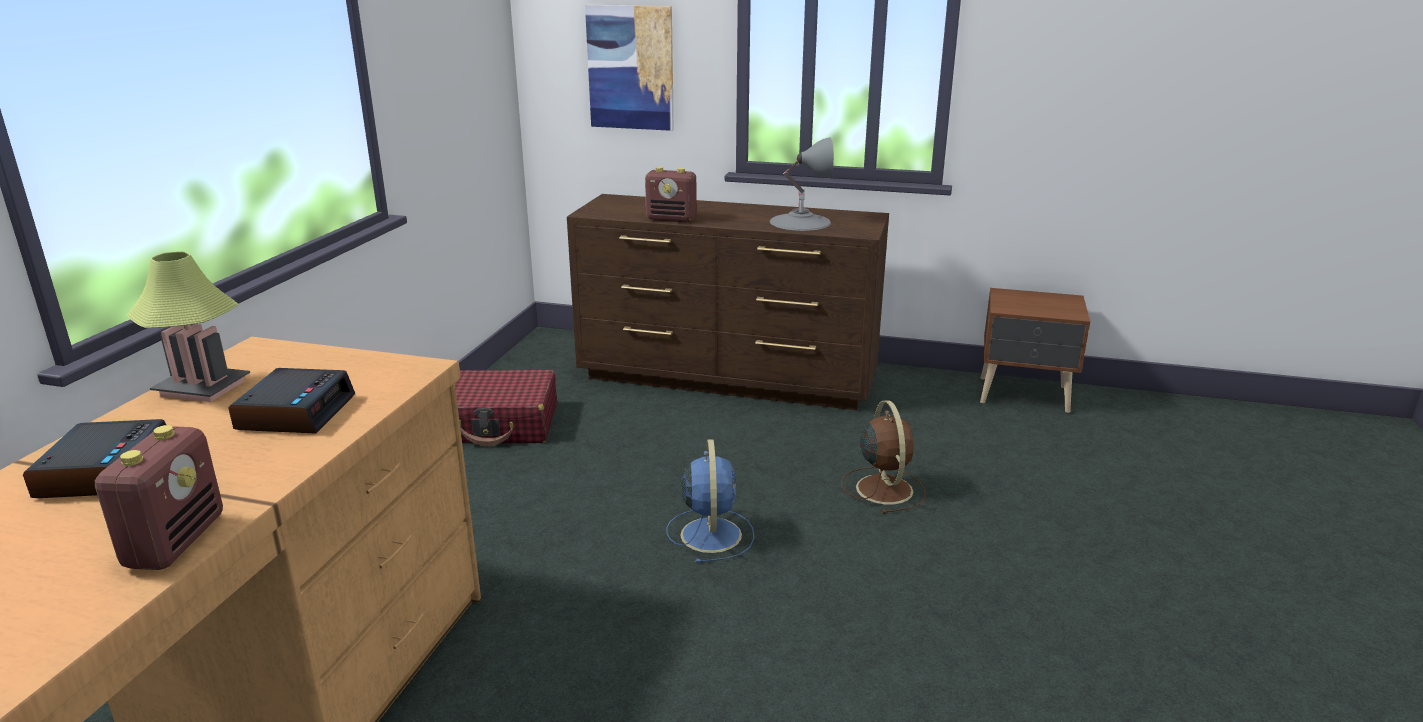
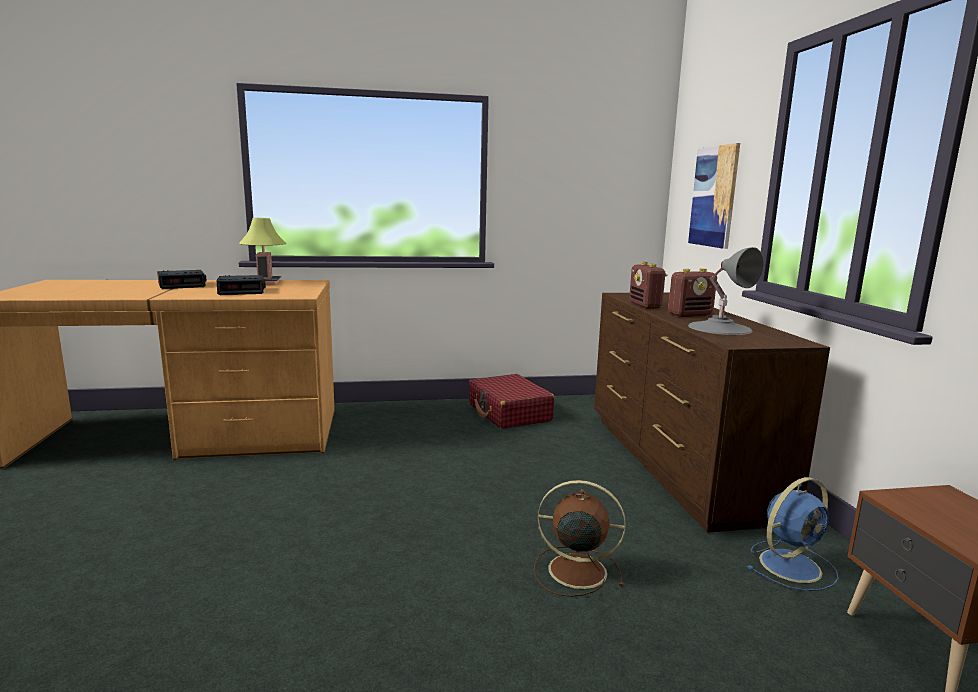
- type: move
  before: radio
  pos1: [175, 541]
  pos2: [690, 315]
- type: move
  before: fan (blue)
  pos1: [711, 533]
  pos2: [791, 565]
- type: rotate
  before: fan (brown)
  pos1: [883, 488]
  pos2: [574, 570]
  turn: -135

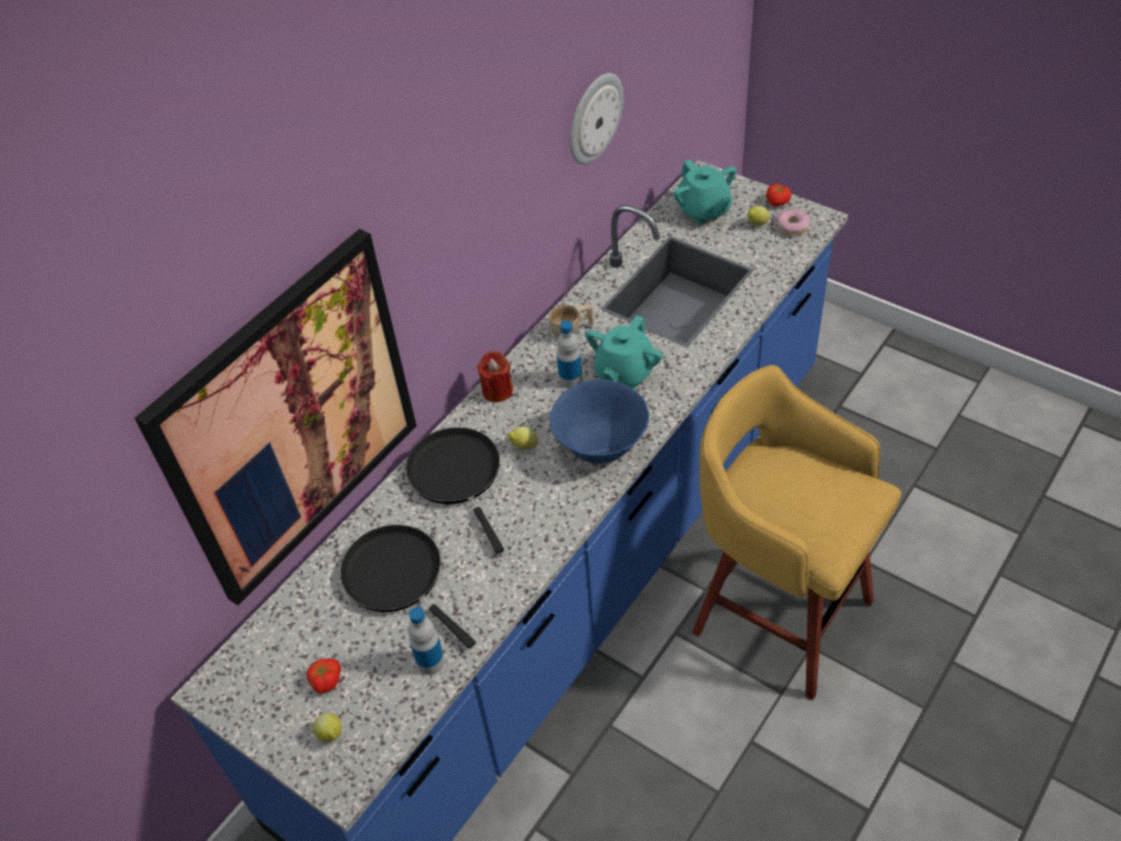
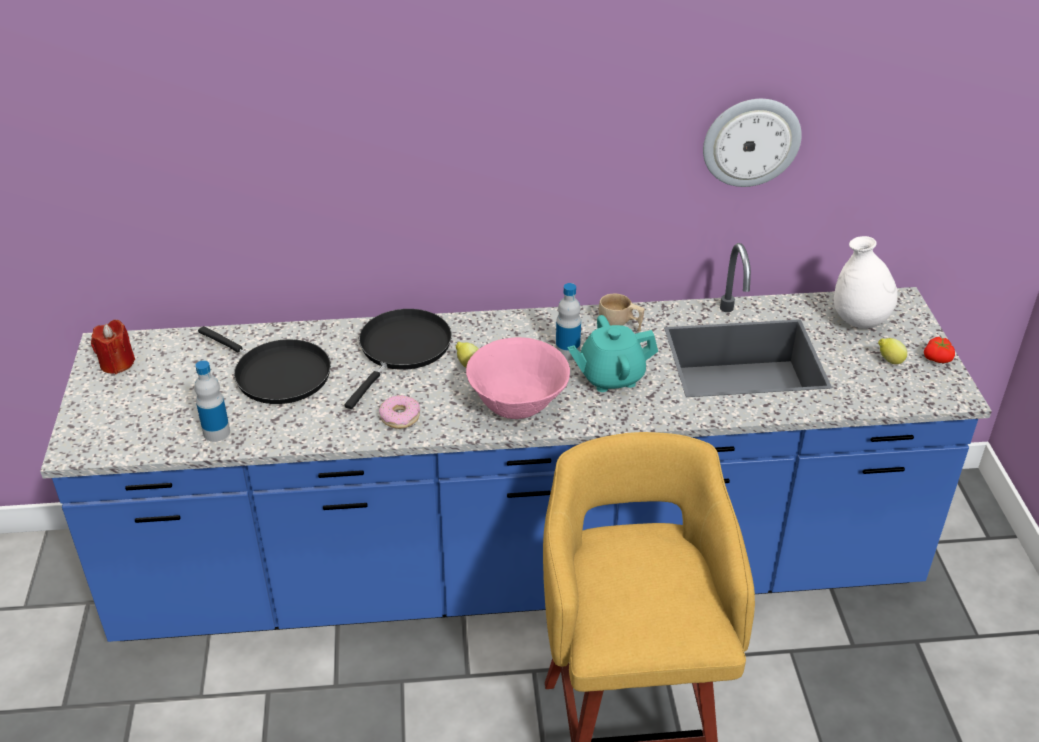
- type: delete
  before: picture
  pos1: [291, 419]
- type: delete
  before: tomato
  pos1: [325, 680]
- type: delete
  before: lemon
  pos1: [331, 735]
- type: move
  before: candle (red)
  pos1: [497, 391]
  pos2: [117, 363]
- type: move
  before: donut
  pos1: [792, 226]
  pos2: [400, 417]
- type: replace
  before: teapot (turquoise)
  after: vase (white)
  pos1: [703, 210]
  pos2: [859, 322]
- type: recolor
  before: bowl (blue)
  after: bowl (pink)
  pos1: [601, 445]
  pos2: [518, 406]
- type: rotate
  before: frying pan (black)
  pos1: [398, 578]
  pos2: [277, 374]
  turn: 120

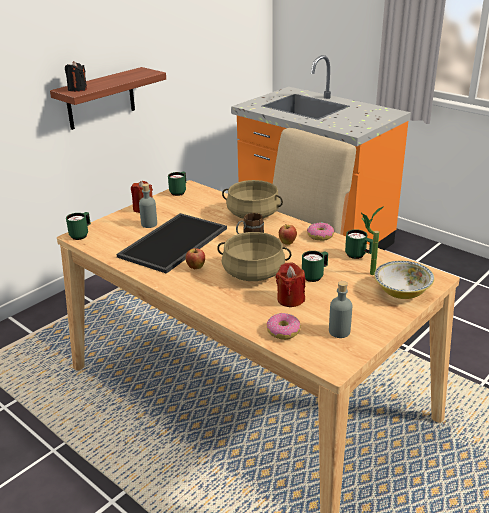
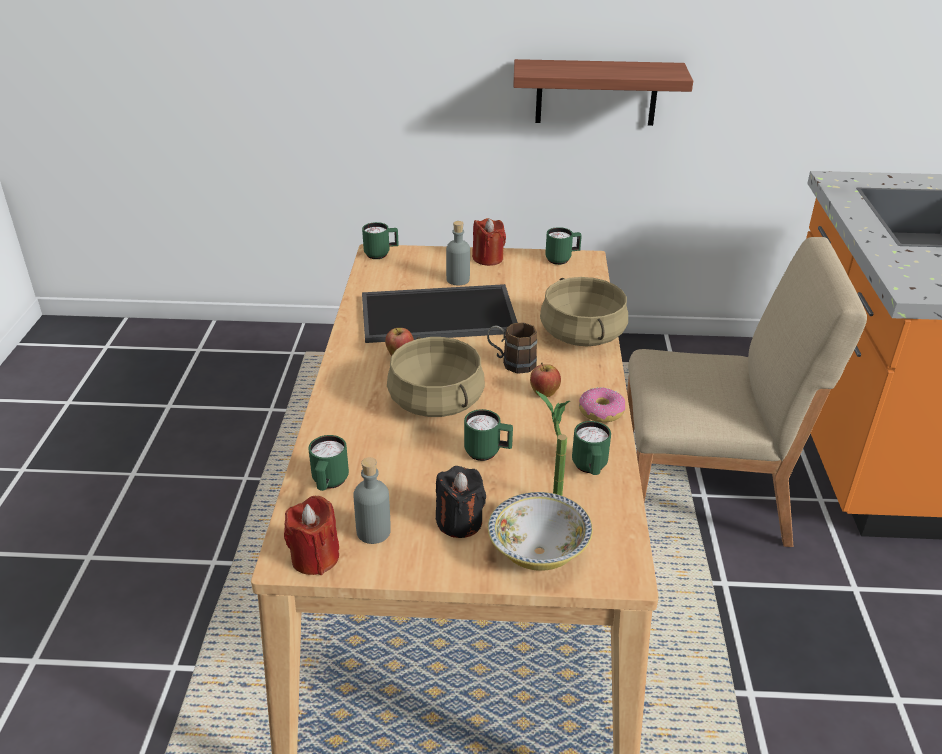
- type: move
  before: candle (black)
  pos1: [77, 89]
  pos2: [459, 522]
- type: move
  before: candle (red)
  pos1: [290, 299]
  pos2: [315, 557]
- type: replace
  before: donut
  after: mug (green)
  pos1: [283, 331]
  pos2: [329, 483]

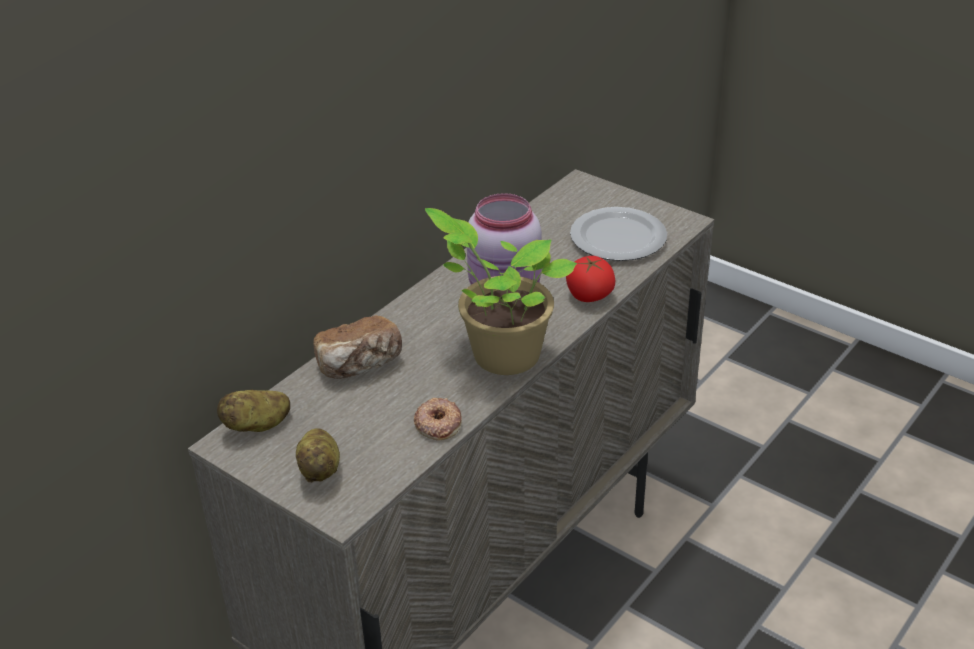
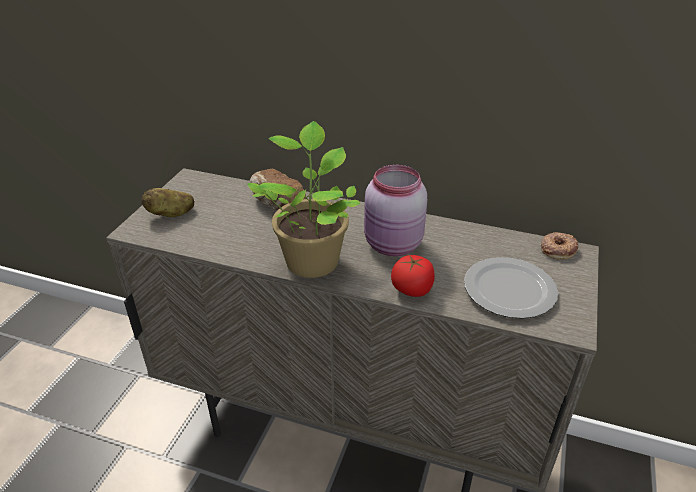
- type: delete
  before: potato
  pos1: [257, 425]
- type: move
  before: donut
  pos1: [438, 424]
  pos2: [557, 249]

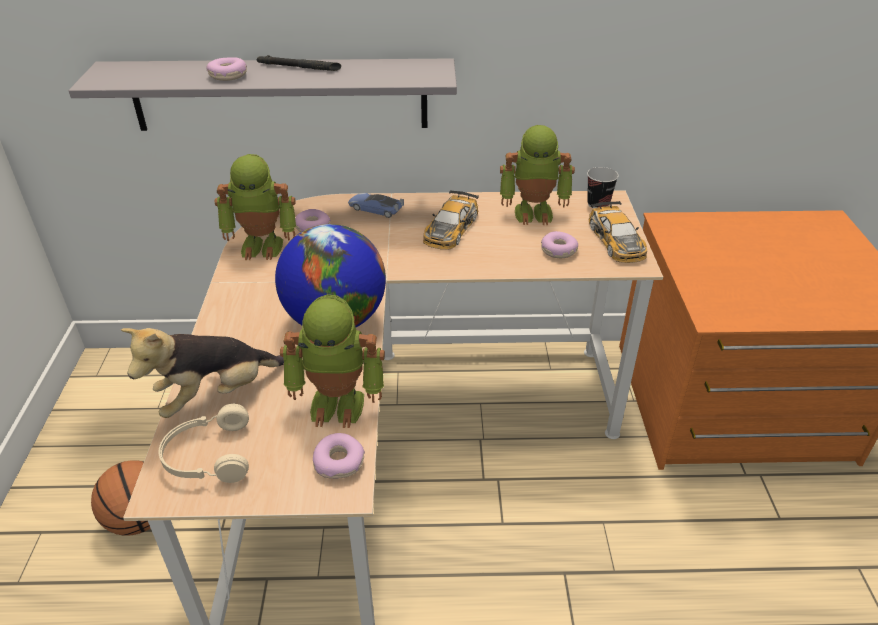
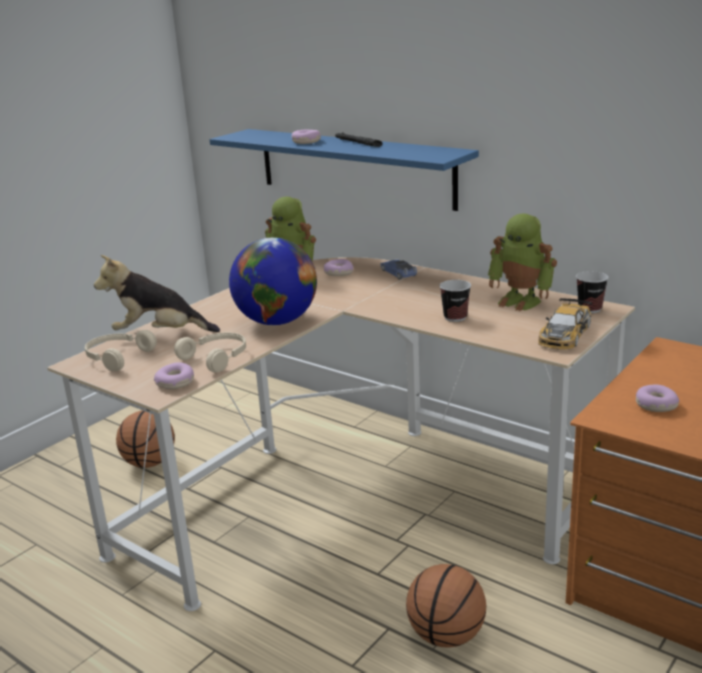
- type: delete
  before: toy car
  pos1: [450, 229]
- type: insert
  after: basketball
  pos2: [446, 635]
- type: insert
  after: cup
  pos2: [455, 317]
- type: move
  before: donut
  pos1: [558, 251]
  pos2: [655, 405]
- type: replace
  before: toy robot
  after: headphones (beige)
  pos1: [338, 402]
  pos2: [217, 358]
- type: recolor
  before: shelf (grey)
  after: shelf (blue)
  pos1: [280, 95]
  pos2: [354, 167]

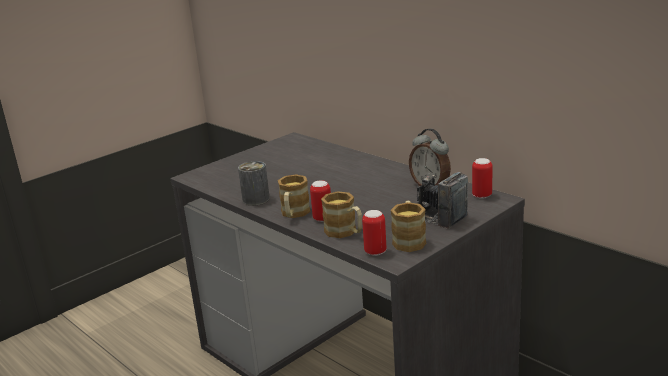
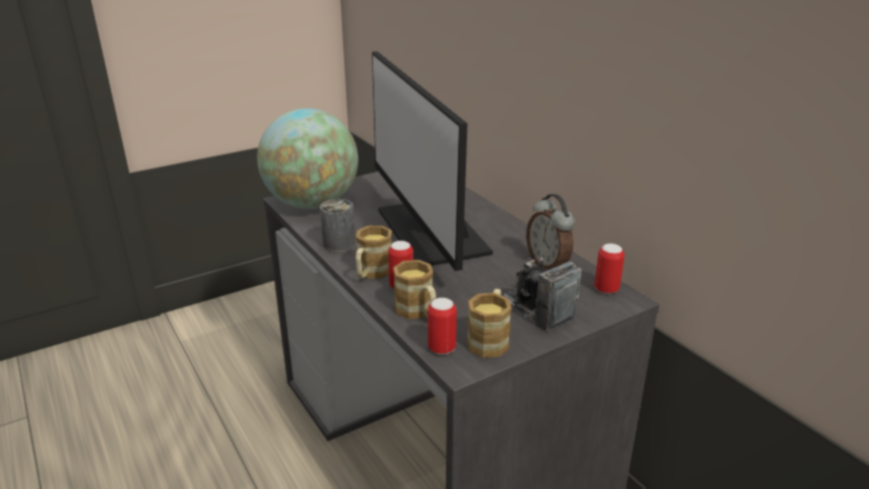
- type: insert
  after: globe
  pos2: [312, 204]
- type: insert
  after: monitor
  pos2: [429, 232]

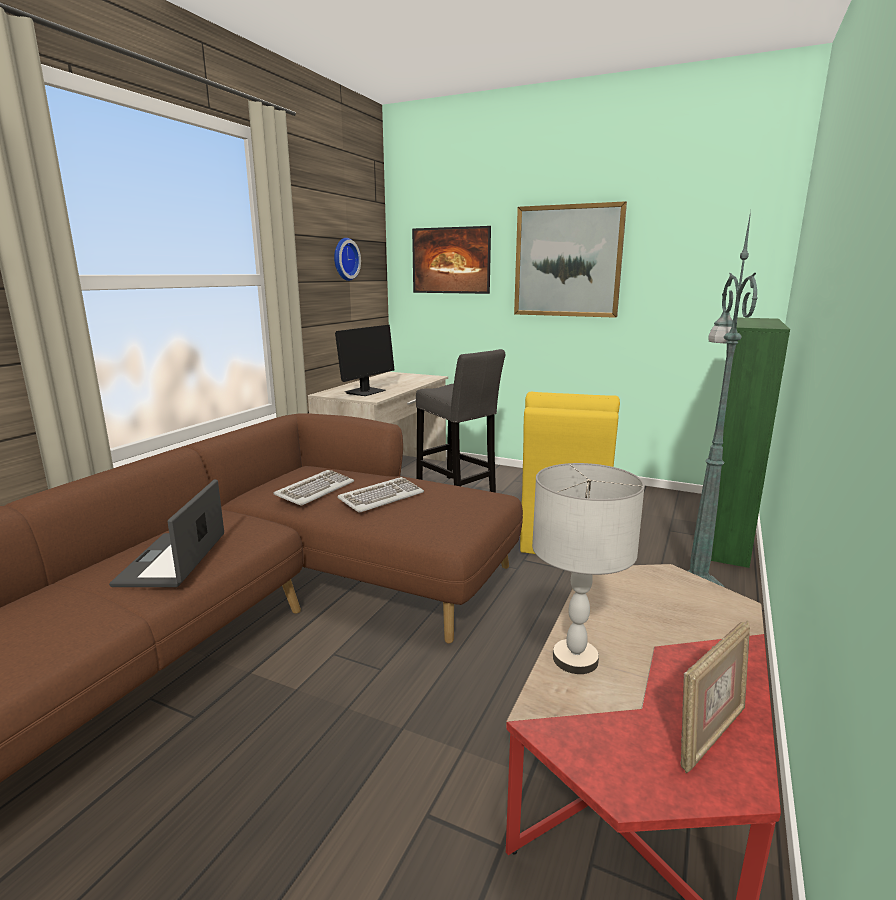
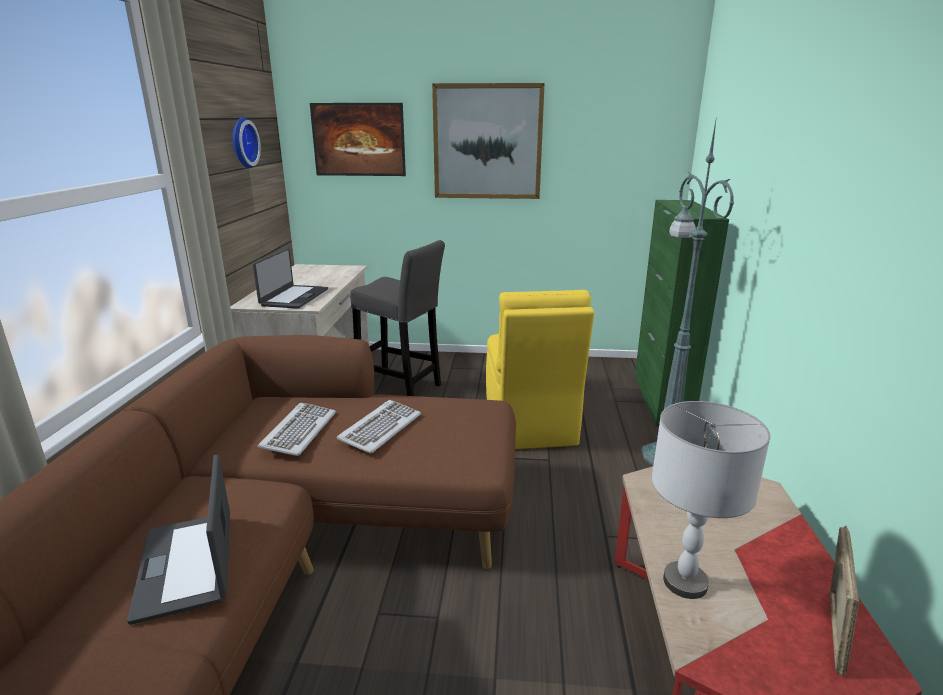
- type: replace
  before: monitor
  after: laptop
  pos1: [365, 392]
  pos2: [294, 297]

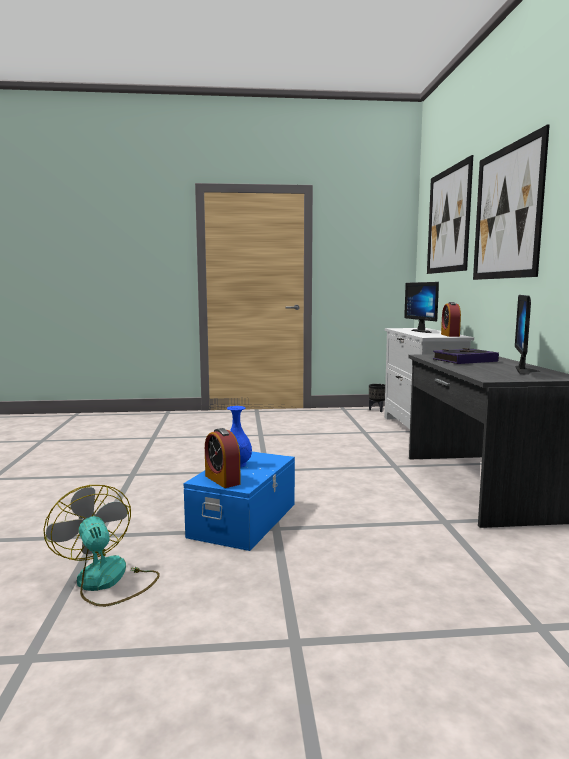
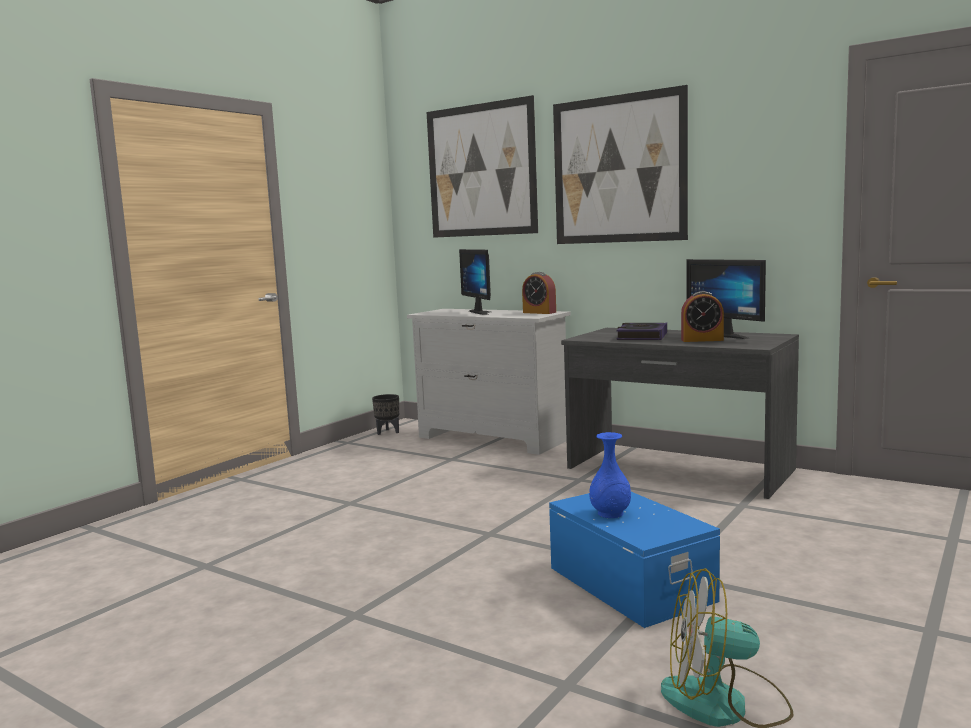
- type: move
  before: alarm clock
  pos1: [222, 480]
  pos2: [702, 340]
- type: rotate
  before: monitor
  pos1: [424, 331]
  pos2: [483, 312]
  turn: 45

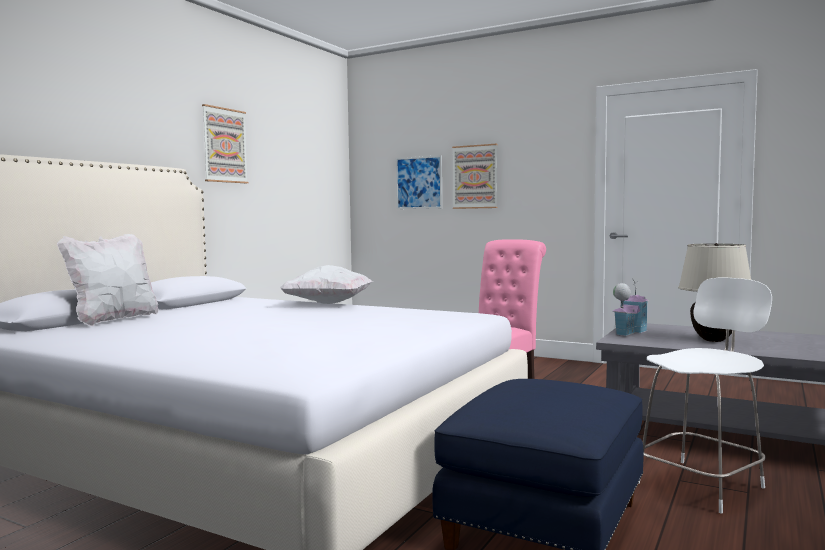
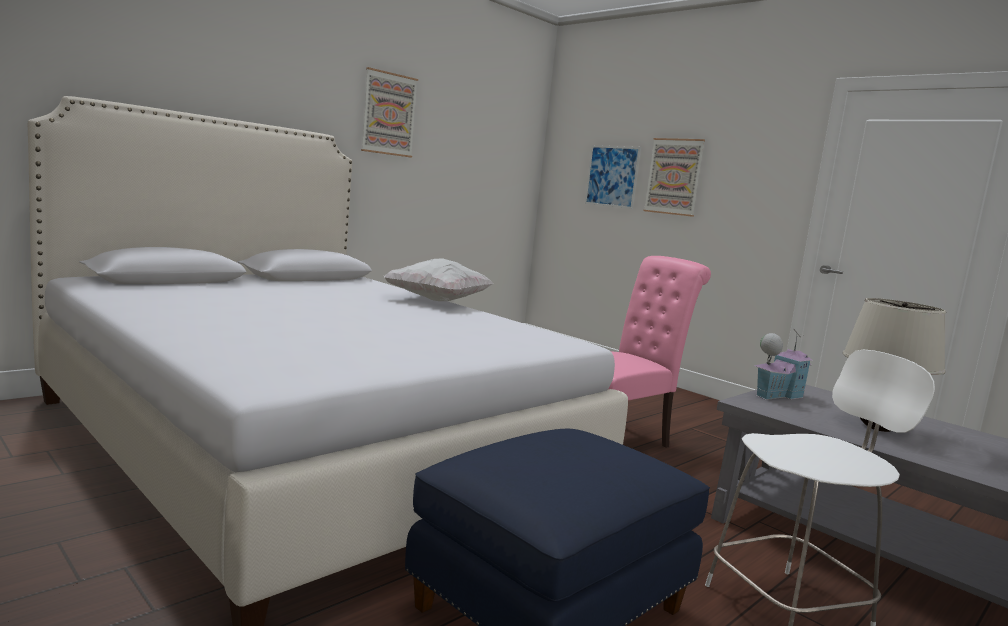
- type: delete
  before: pillow (white)
  pos1: [114, 320]

